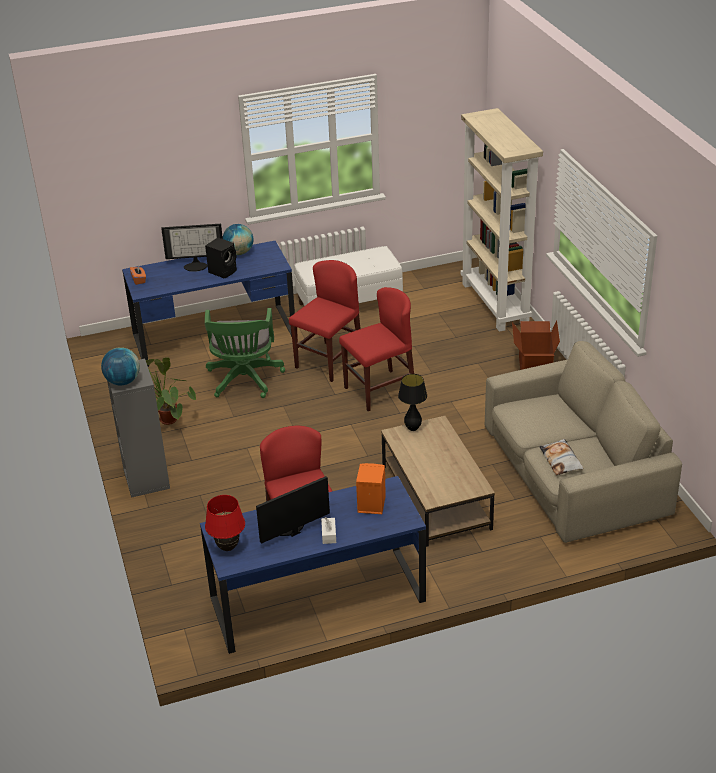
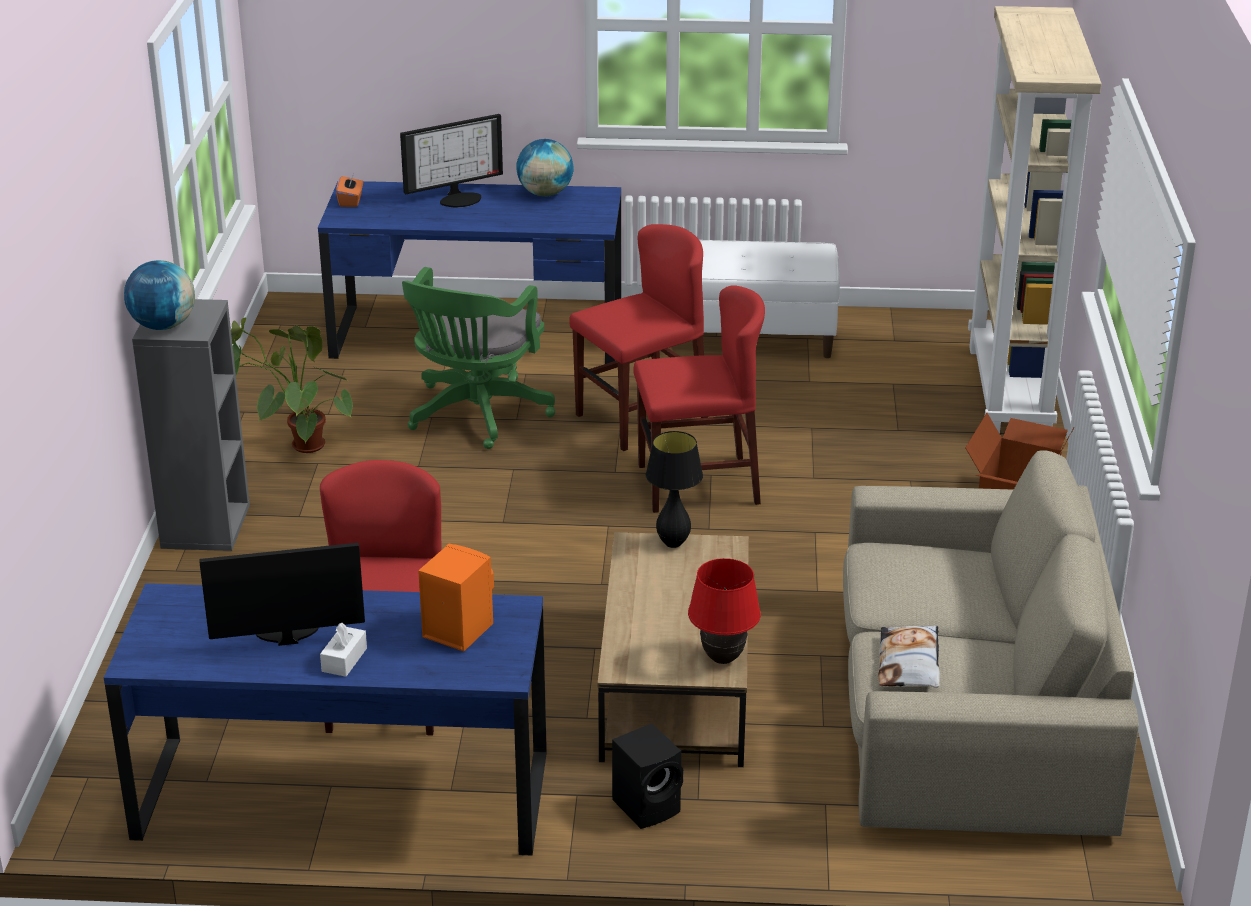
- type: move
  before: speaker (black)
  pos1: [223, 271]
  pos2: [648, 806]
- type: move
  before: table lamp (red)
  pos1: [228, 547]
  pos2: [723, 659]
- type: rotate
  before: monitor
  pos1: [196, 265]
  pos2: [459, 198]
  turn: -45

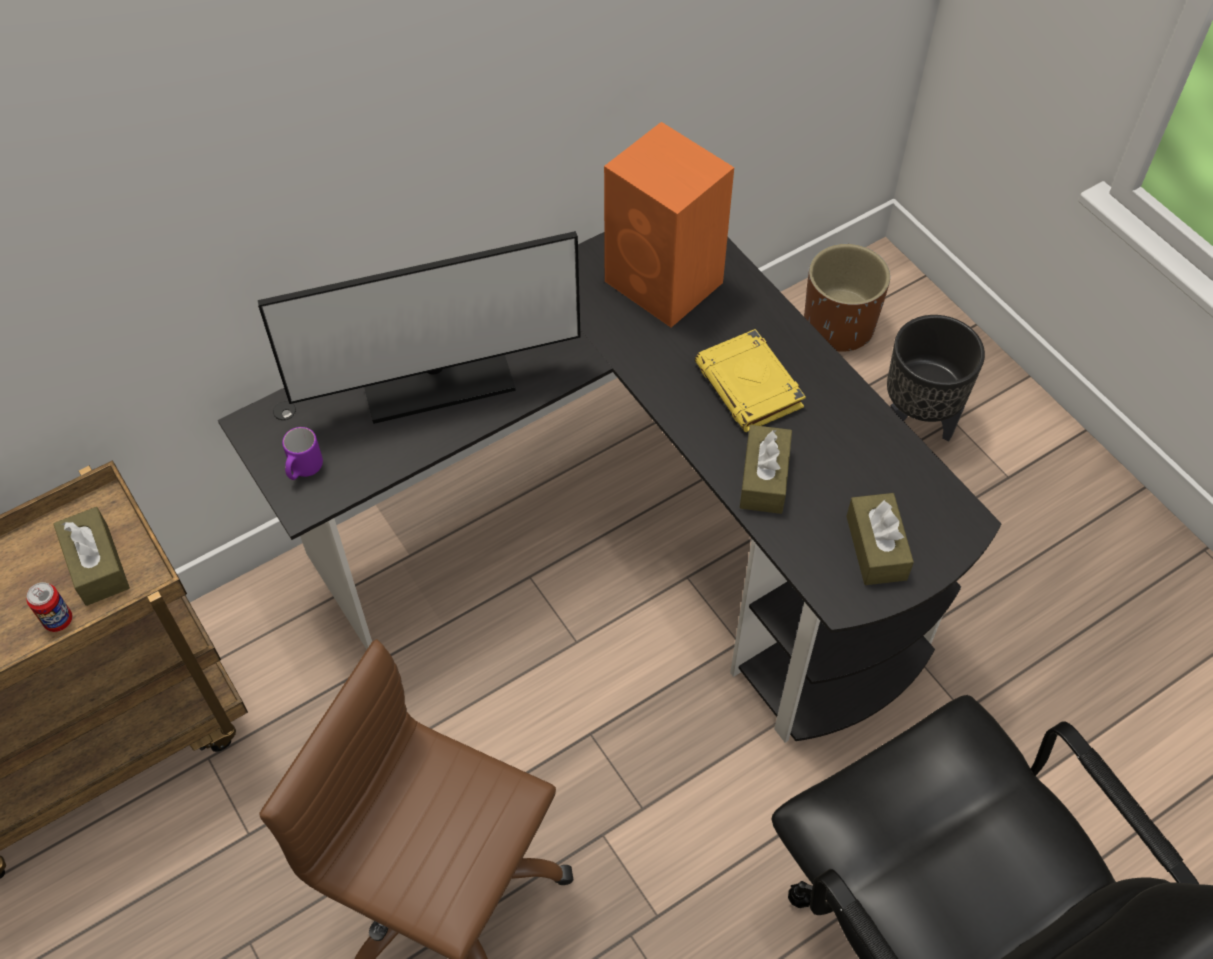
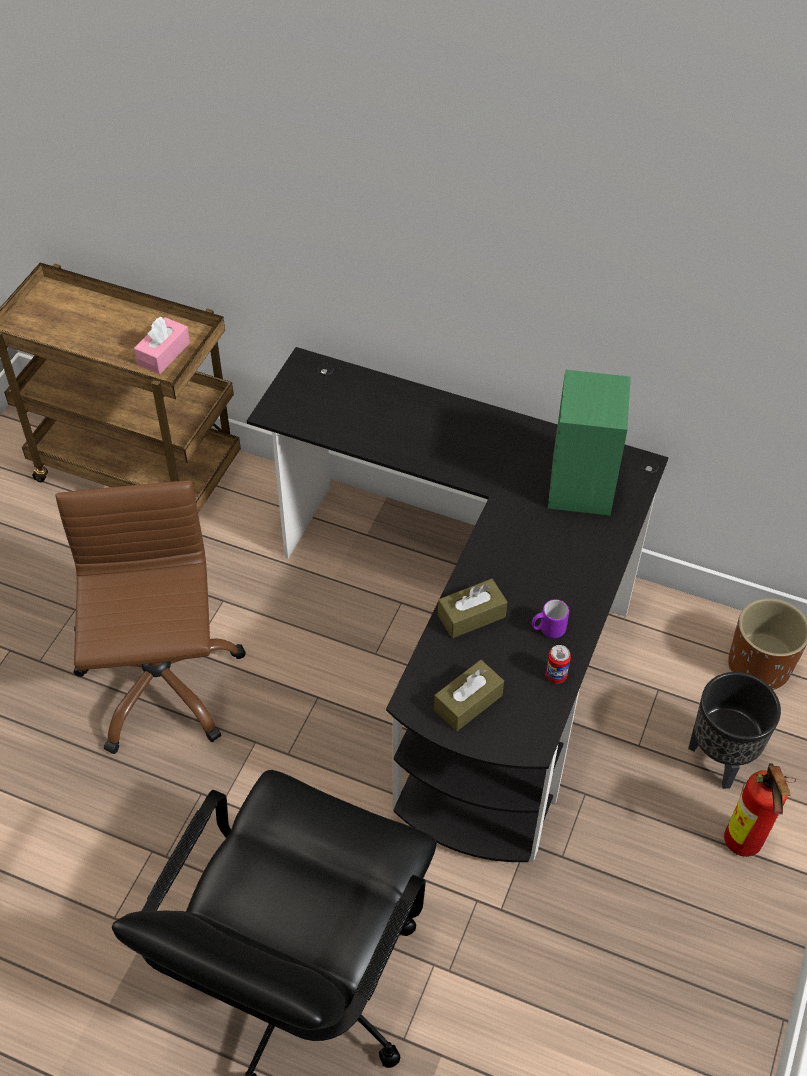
- type: delete
  before: monitor
  pos1: [437, 381]
- type: delete
  before: book (yellow)
  pos1: [750, 386]
- type: insert
  after: fire extinguisher
  pos2: [743, 846]
- type: move
  before: can
  pos1: [58, 620]
  pos2: [556, 675]
- type: move
  before: mug (purple)
  pos1: [303, 469]
  pos2: [548, 629]
- type: recolor
  before: tissue box (brown)
  after: tissue box (pink)
  pos1: [97, 565]
  pos2: [163, 354]
- type: recolor
  before: speaker (orange)
  after: speaker (green)
  pos1: [666, 283]
  pos2: [581, 487]

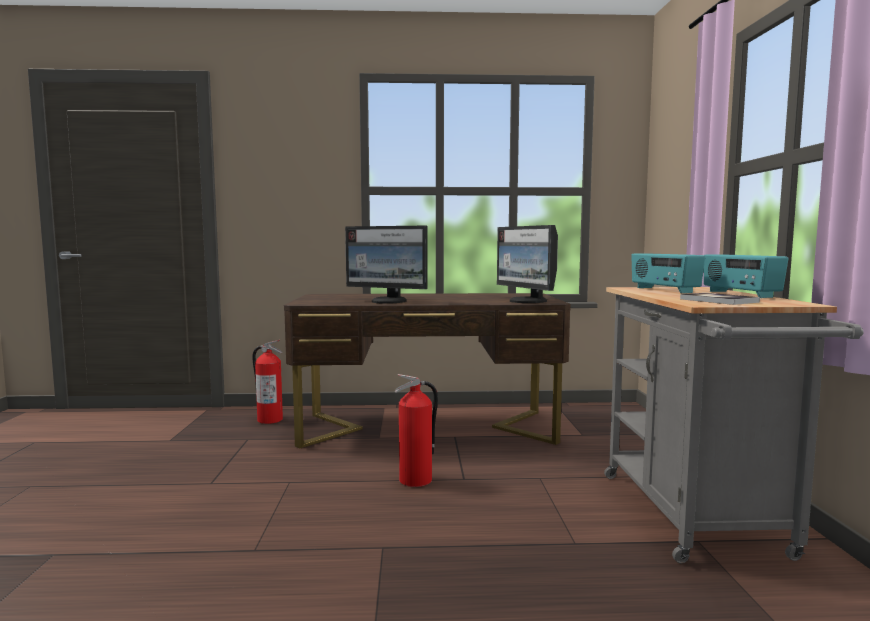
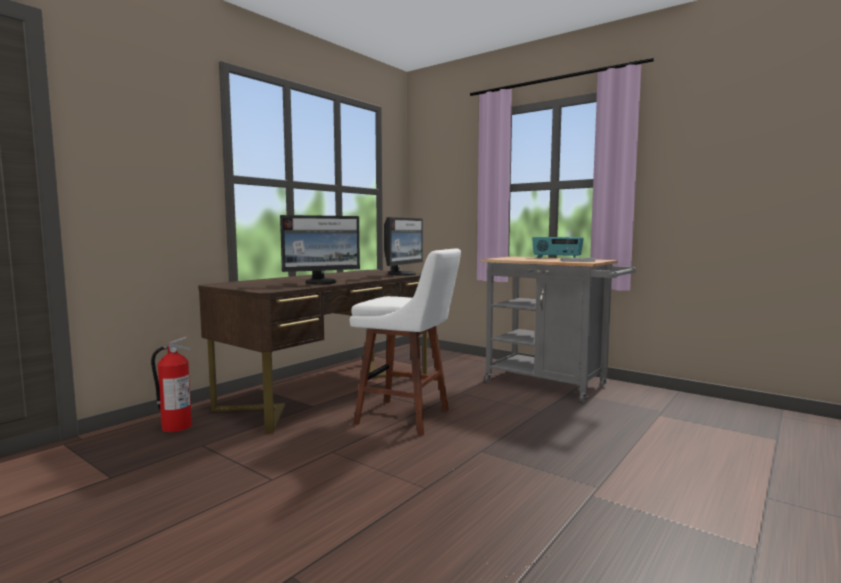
- type: delete
  before: radio
  pos1: [663, 290]
- type: replace
  before: fire extinguisher
  after: stool (white)
  pos1: [416, 480]
  pos2: [408, 418]
- type: rotate
  before: monitor
  pos1: [527, 301]
  pos2: [403, 274]
  turn: -75

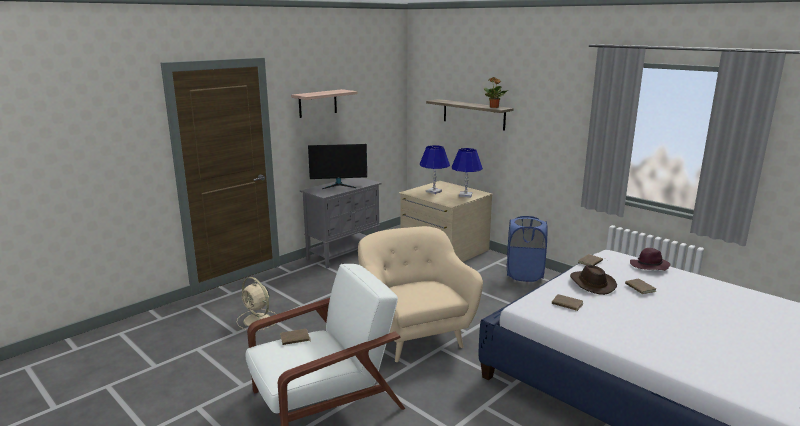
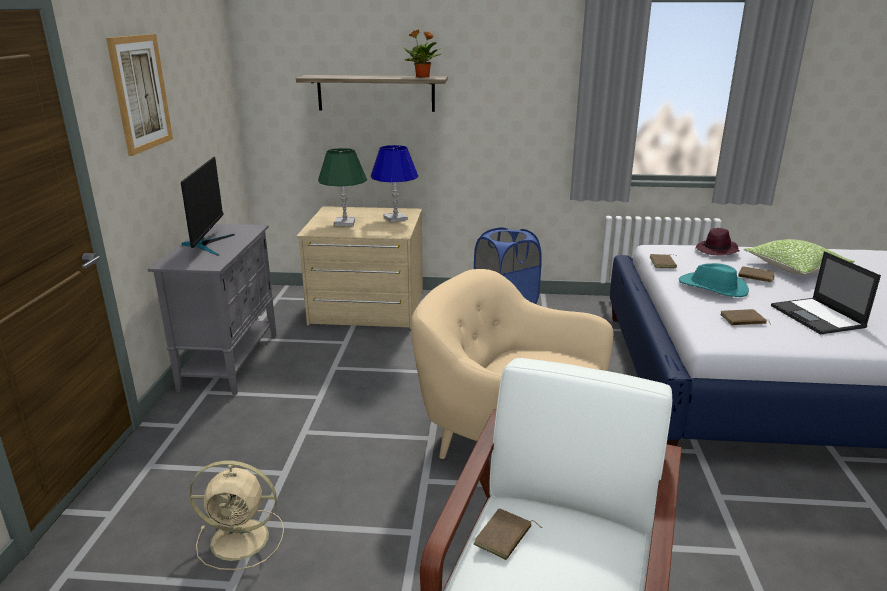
- type: insert
  after: pillow
  pos2: [795, 268]
- type: insert
  after: laptop
  pos2: [818, 317]
- type: replace
  before: shelf
  after: picture
  pos1: [317, 103]
  pos2: [140, 93]
- type: recolor
  before: table lamp (blue)
  after: table lamp (green)
  pos1: [434, 191]
  pos2: [345, 223]
- type: recolor
  before: hat (brown)
  after: hat (turquoise)
  pos1: [591, 284]
  pos2: [712, 287]
- type: rotate
  before: monitor
  pos1: [339, 185]
  pos2: [207, 244]
  turn: -45

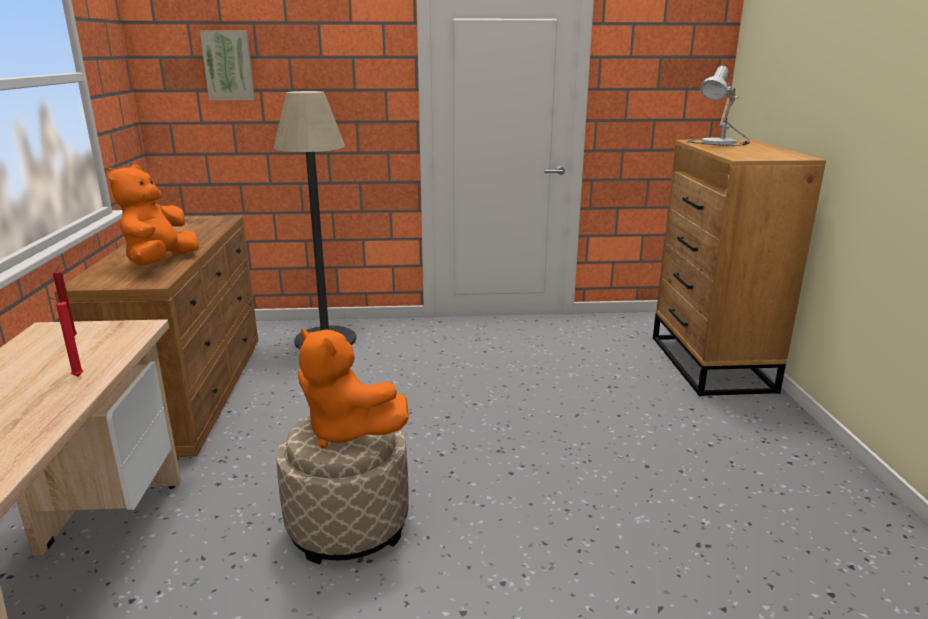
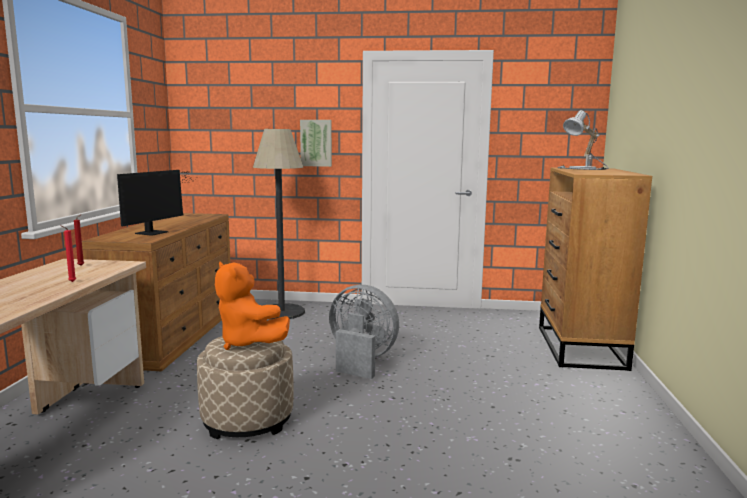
- type: insert
  after: fan (grey)
  pos2: [361, 361]
- type: move
  before: picture
  pos1: [228, 65]
  pos2: [316, 143]
- type: replace
  before: plush toy (orange)
  after: monitor
  pos1: [160, 263]
  pos2: [155, 232]

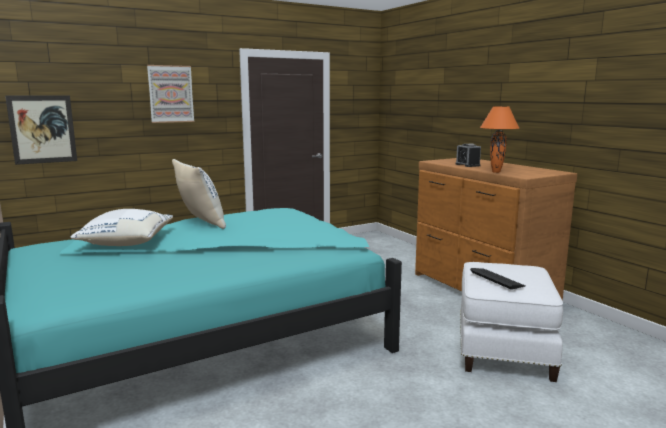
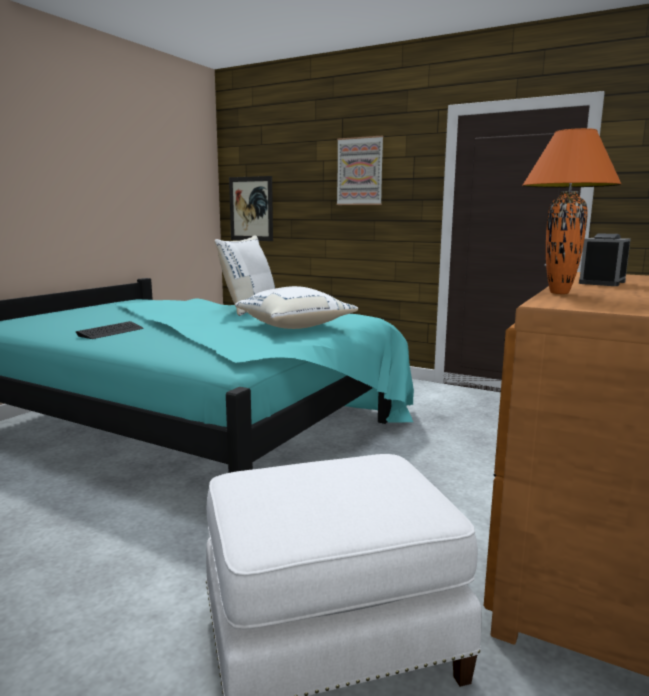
- type: move
  before: pillow (white)
  pos1: [126, 243]
  pos2: [294, 326]
- type: move
  before: keyboard
  pos1: [497, 279]
  pos2: [111, 332]

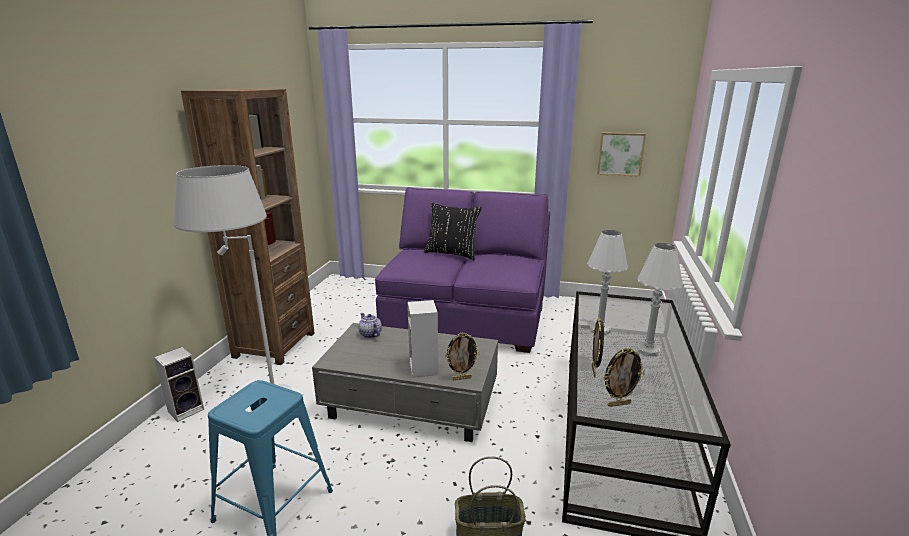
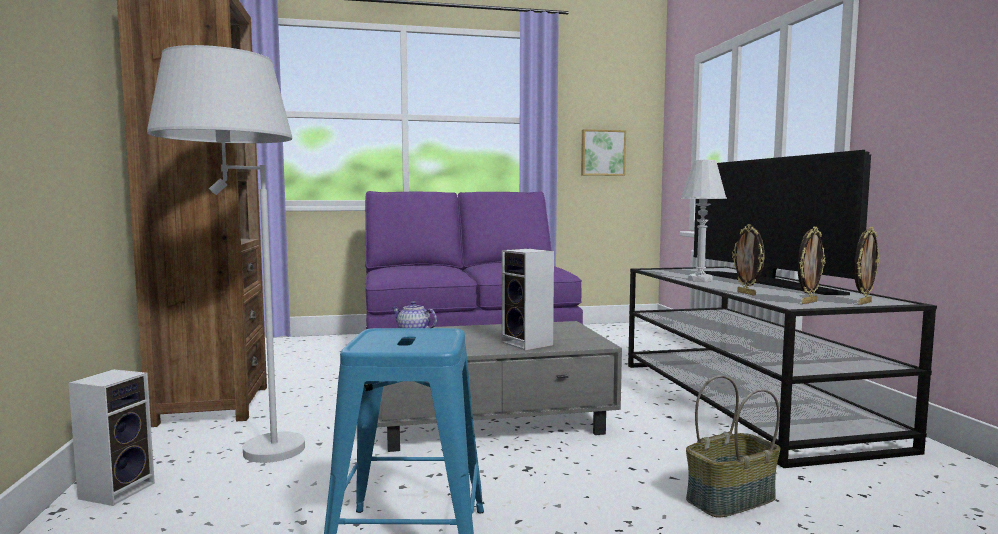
- type: delete
  before: pillow (black)
  pos1: [452, 253]
- type: move
  before: picture frame
  pos1: [461, 378]
  pos2: [863, 303]
- type: replace
  before: table lamp (white)
  after: television
  pos1: [648, 351]
  pos2: [766, 283]

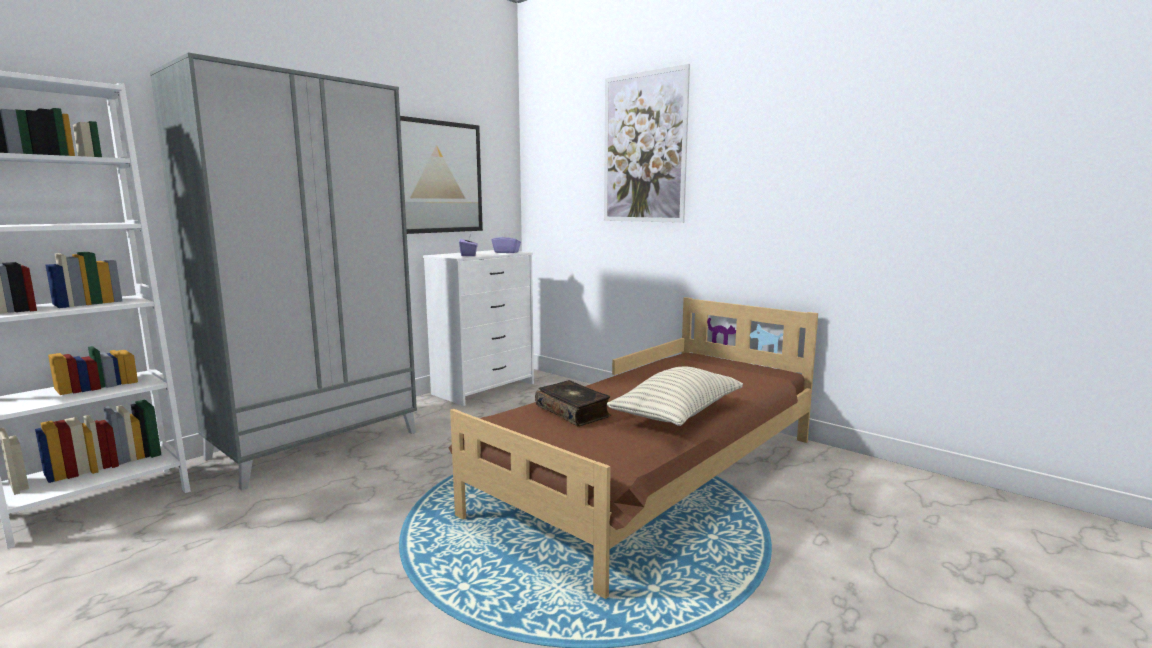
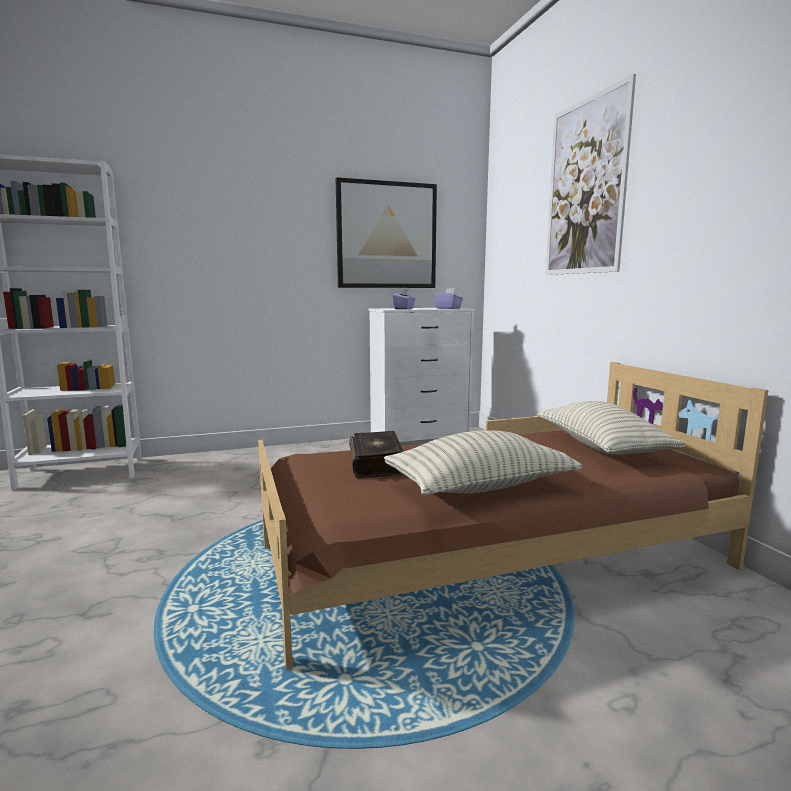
- type: delete
  before: wardrobe (grey)
  pos1: [316, 444]
- type: insert
  after: pillow
  pos2: [601, 447]

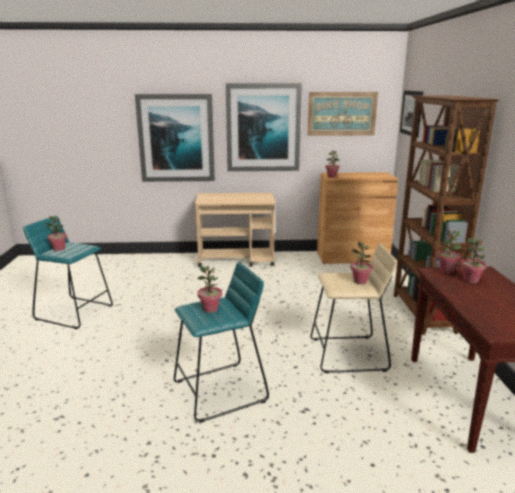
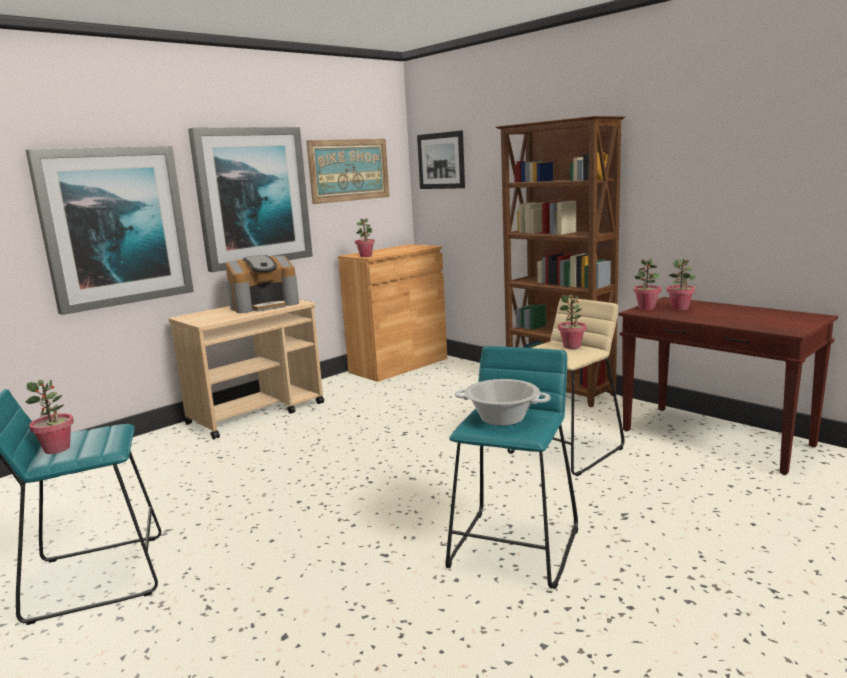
- type: insert
  after: coffee machine
  pos2: [264, 305]
- type: replace
  before: potted plant
  after: cooking pot
  pos1: [210, 309]
  pos2: [502, 418]

